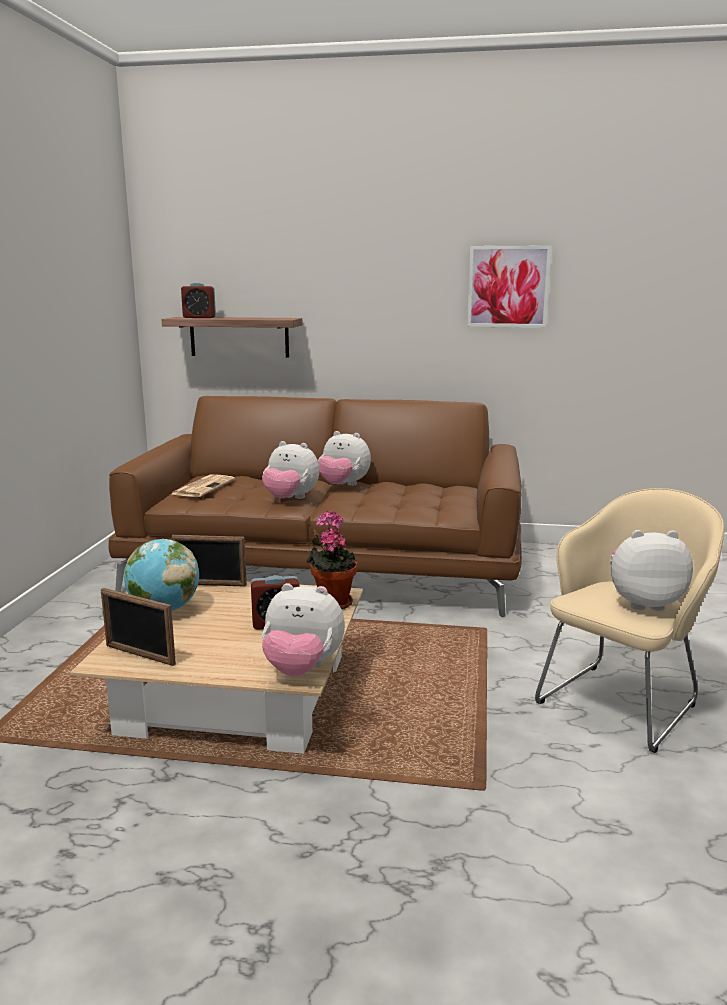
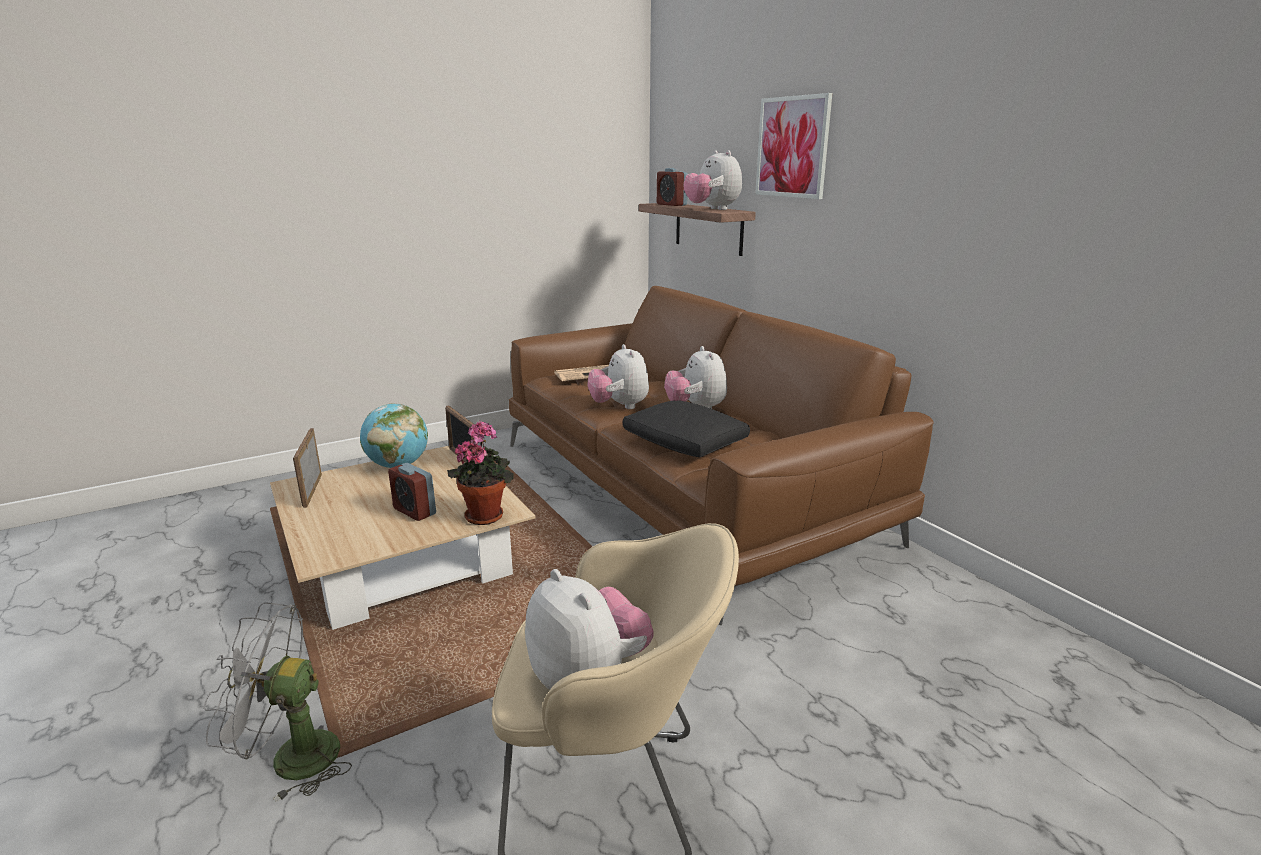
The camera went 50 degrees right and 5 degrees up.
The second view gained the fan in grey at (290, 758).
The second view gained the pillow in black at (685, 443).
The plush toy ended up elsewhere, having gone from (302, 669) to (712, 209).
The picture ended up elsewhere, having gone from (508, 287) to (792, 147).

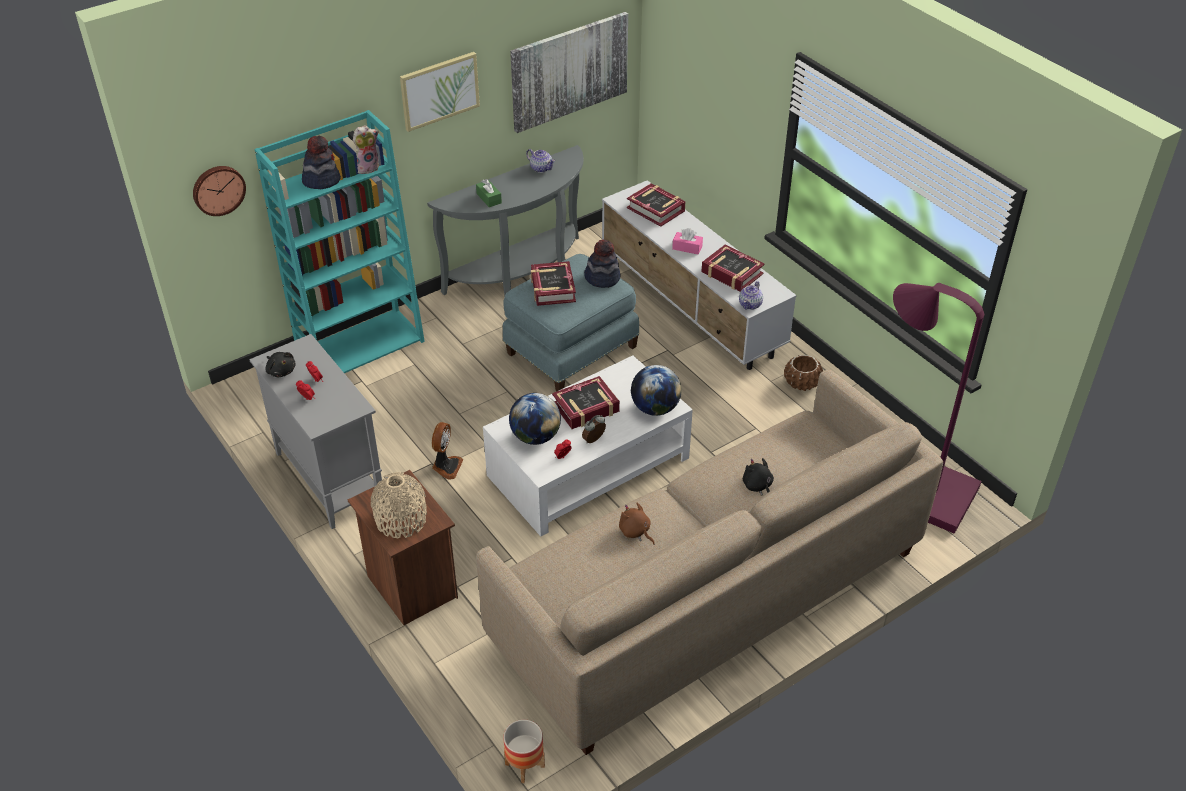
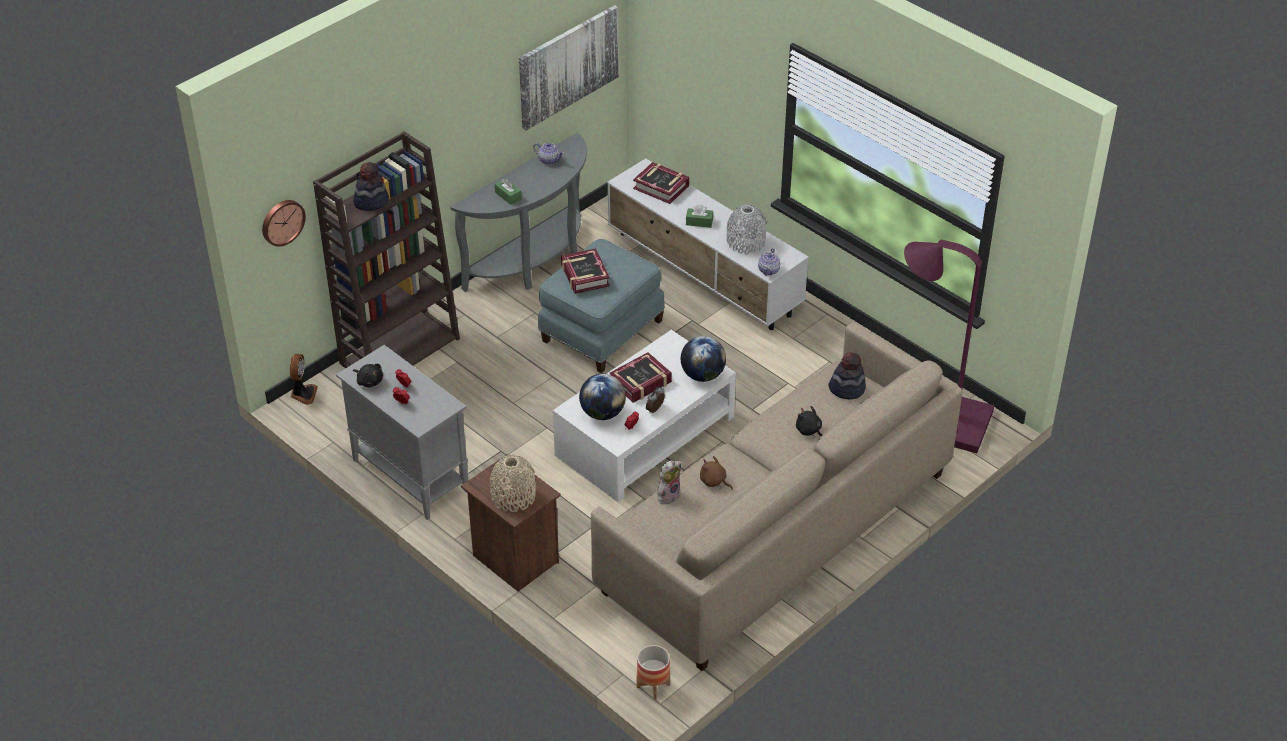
The camera went 10 degrees left and 0 degrees up.
The second view lost the picture at (439, 90).
The second view lost the planter in brown at (802, 383).
The plush toy ended up elsewhere, having gone from (367, 167) to (668, 495).
The fan ended up elsewhere, having gone from (446, 466) to (303, 394).
The hat ended up elsewhere, having gone from (602, 278) to (847, 388).
Where the book stood at (731, 273), the vase in grey came to stand at (746, 242).
What was the bookcase in turquoise at (361, 345) turned into the bookcase in brown at (400, 350).
What was the tissue box in pink at (687, 248) turned into the tissue box in green at (699, 222).

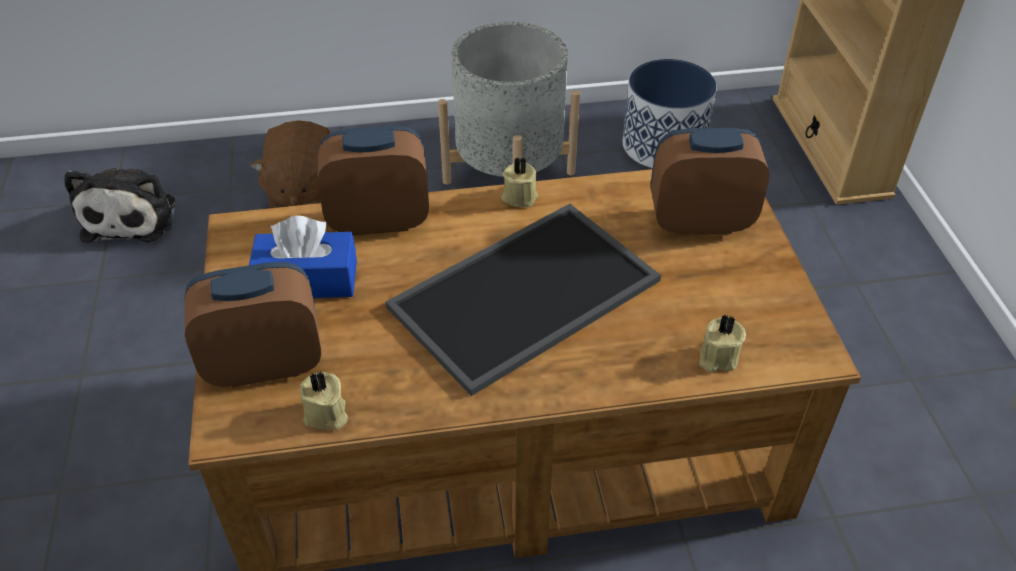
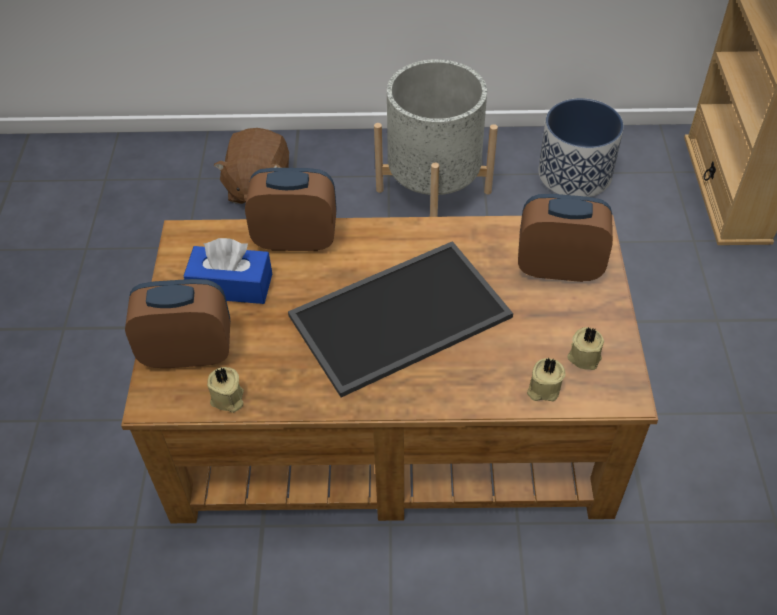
The camera went 10 degrees right and 5 degrees up.
The second view lost the plush toy at (132, 216).
The candle in beige ended up elsewhere, having gone from (519, 196) to (584, 356).

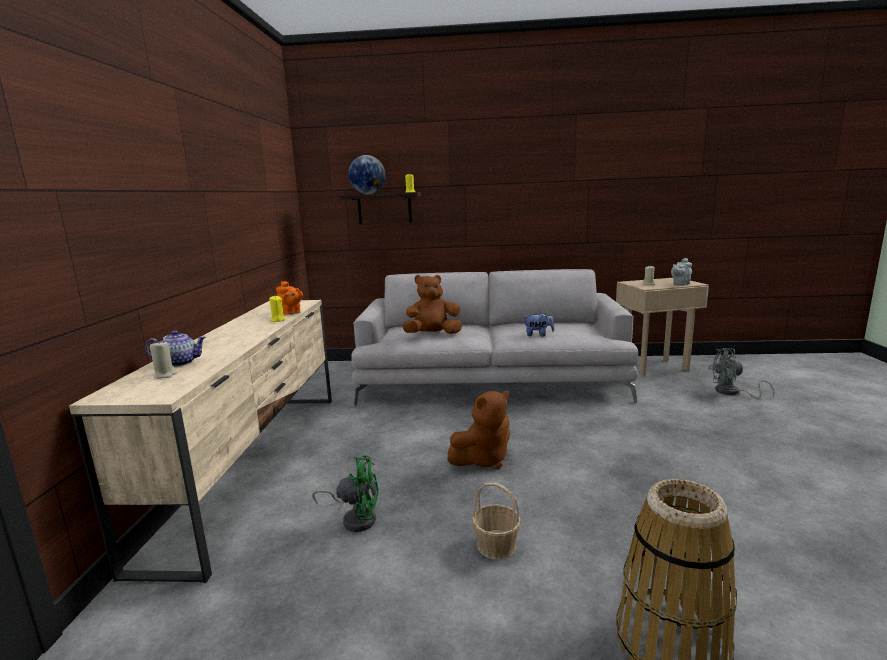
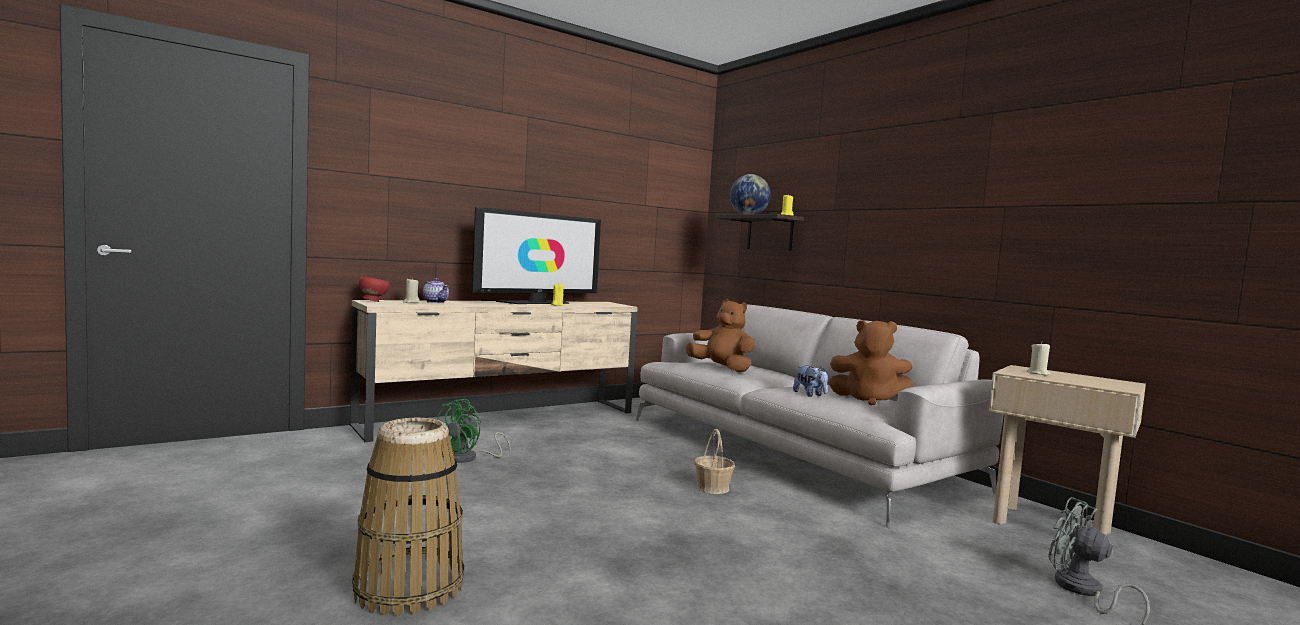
The camera went 50 degrees right and 10 degrees down.
The second view lost the teapot in orange at (291, 313).
The second view lost the teapot in grey at (680, 284).
The second view gained the bowl in red at (373, 301).
The second view gained the television at (537, 302).
The plush toy in brown ended up elsewhere, having gone from (483, 459) to (869, 400).
The basket ended up elsewhere, having gone from (496, 545) to (713, 487).
The fan in green at (355, 518) ended up facing another way, 60 degrees clockwise from before.

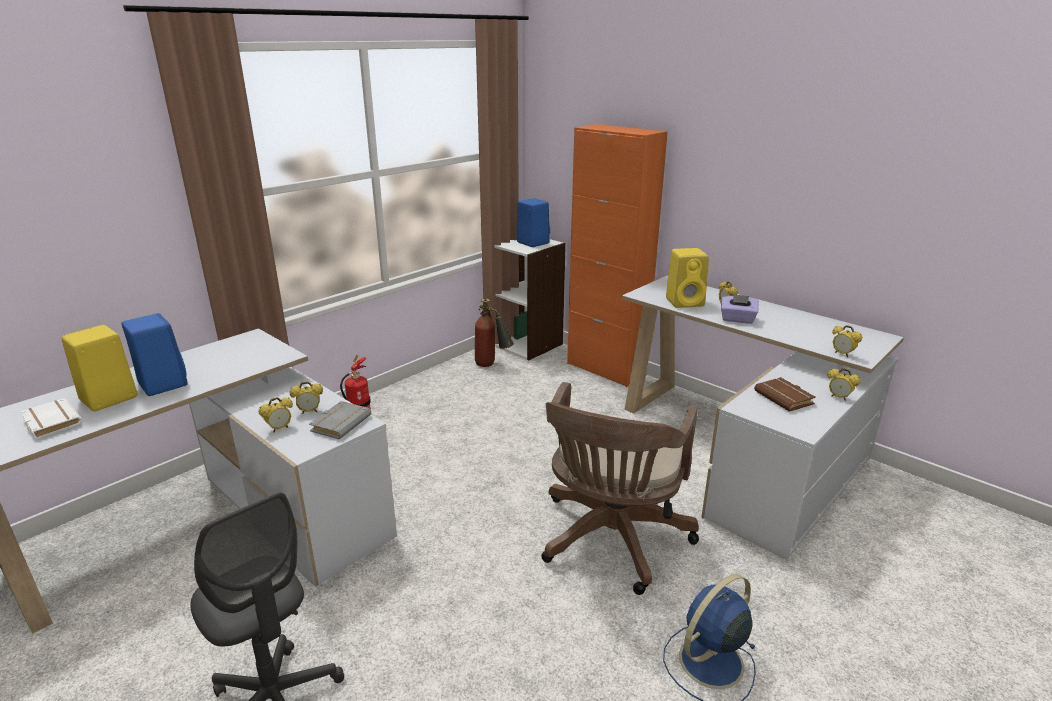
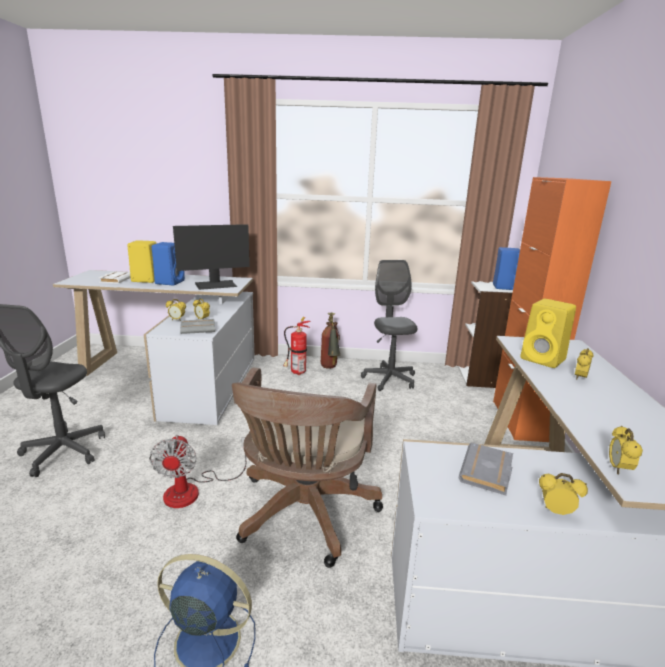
The camera went 50 degrees right and 5 degrees down.
The second view lost the tissue box in purple at (737, 319).
The second view gained the fan at (193, 490).
The second view gained the monitor at (216, 285).
The second view gained the office chair in grey at (389, 379).
The fire extinguisher ended up elsewhere, having gone from (492, 365) to (330, 368).
What was the book in brown at (785, 398) turned into the book in grey at (488, 473).
The office chair in brown at (611, 541) ended up facing another way, 60 degrees counterclockwise from before.
The alarm clock at (839, 397) ended up facing another way, 105 degrees clockwise from before.

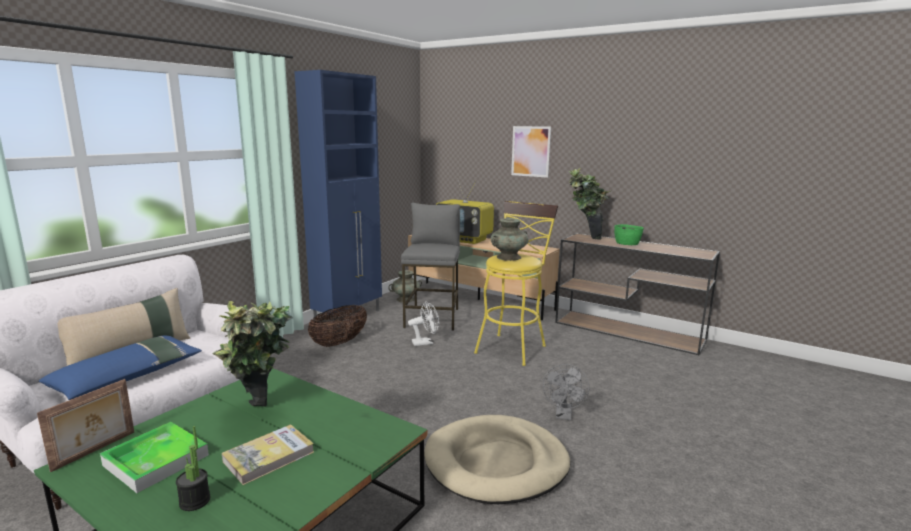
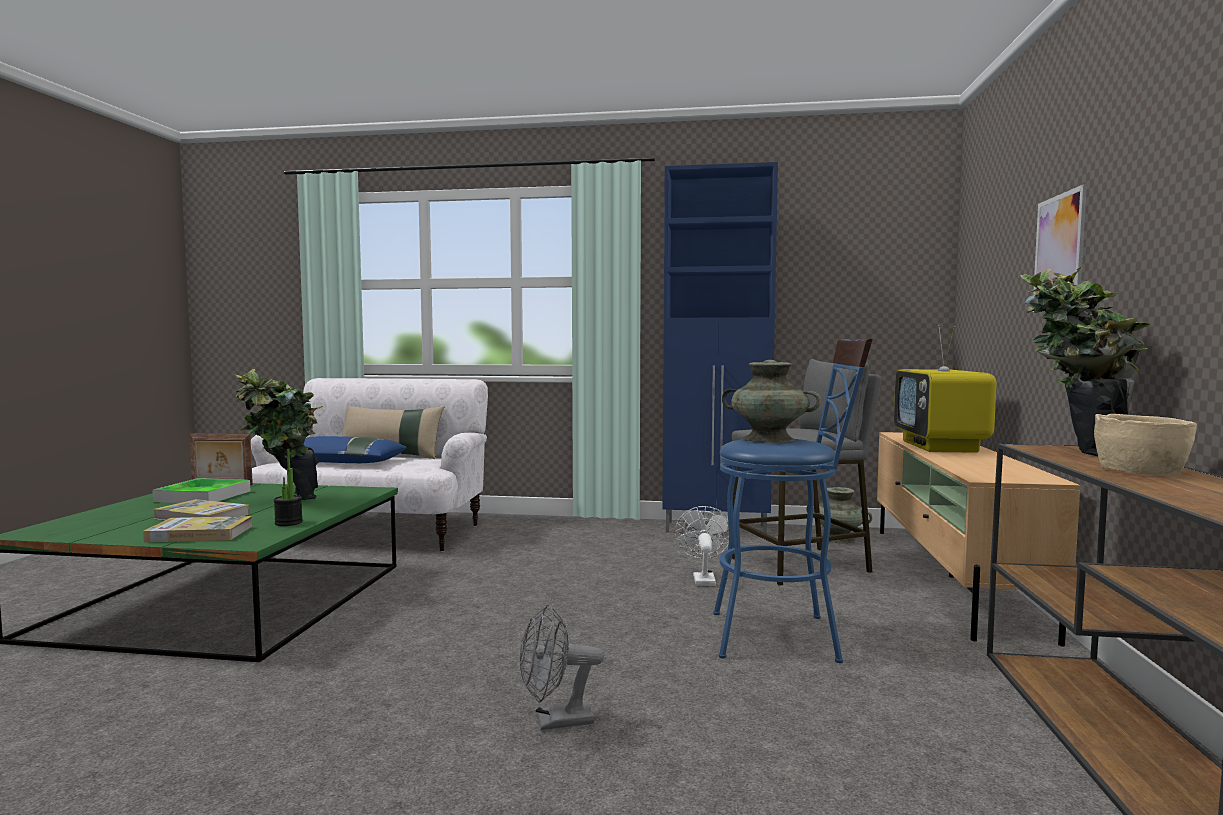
The camera went 65 degrees right and 10 degrees down.
The second view lost the basket at (339, 343).
The second view lost the dog bed in beige at (496, 463).
The second view gained the book at (200, 534).
The potted plant ended up elsewhere, having gone from (195, 501) to (288, 523).
What was the stool in yellow at (513, 347) turned into the stool in blue at (786, 636).
What was the bowl in green at (627, 243) turned into the bowl in beige at (1141, 471).
The fan in white at (425, 342) ended up facing another way, 135 degrees counterclockwise from before.

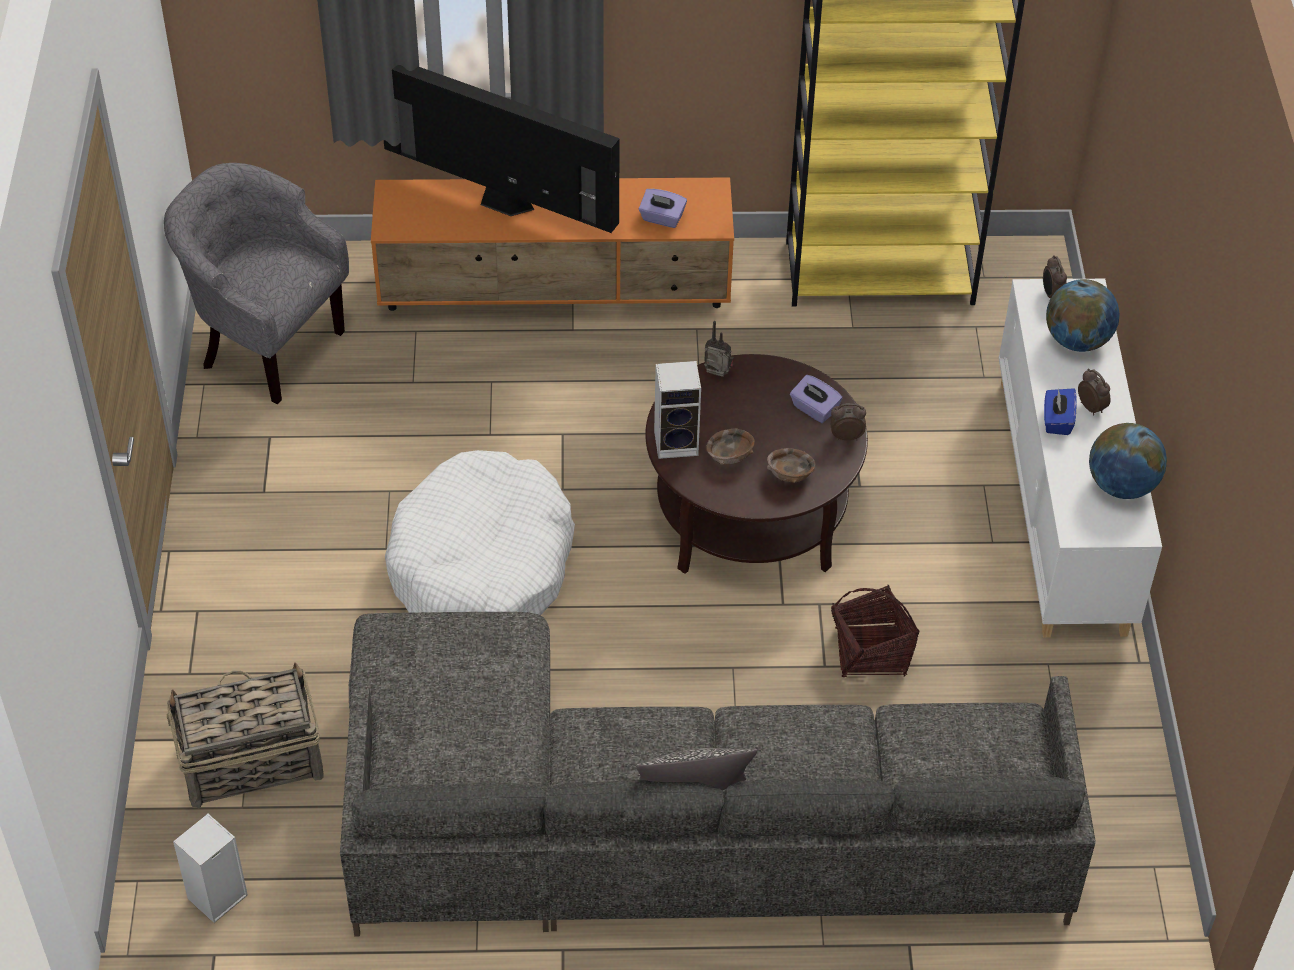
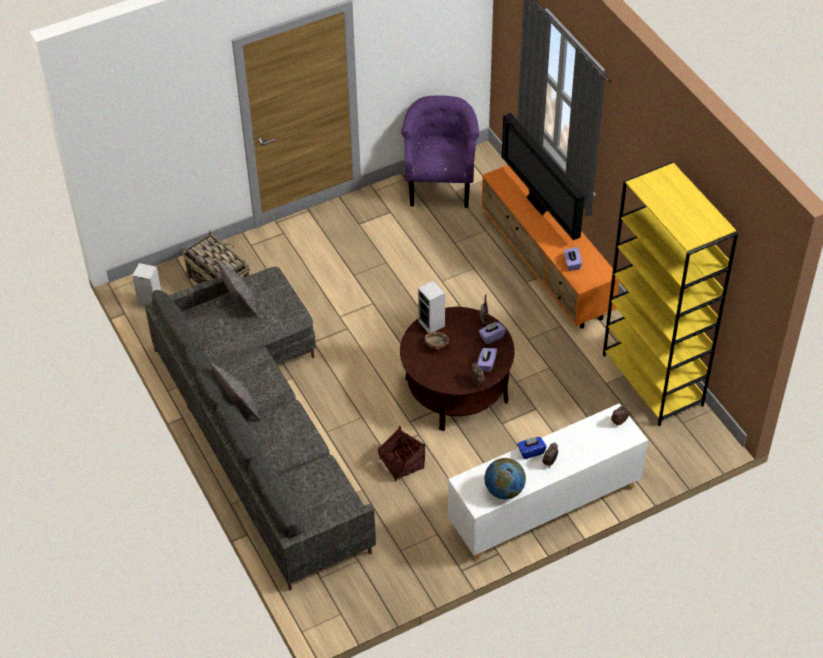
The camera went 65 degrees right and 0 degrees up.
The second view lost the dog bed in white at (482, 566).
The second view lost the bowl in brown at (790, 475).
The second view lost the globe at (1077, 340).
The second view gained the pillow at (240, 304).
The second view gained the tissue box in purple at (491, 337).
What was the armchair in grey at (266, 347) turned into the armchair in purple at (440, 187).
The television at (501, 203) ended up facing another way, 150 degrees clockwise from before.

